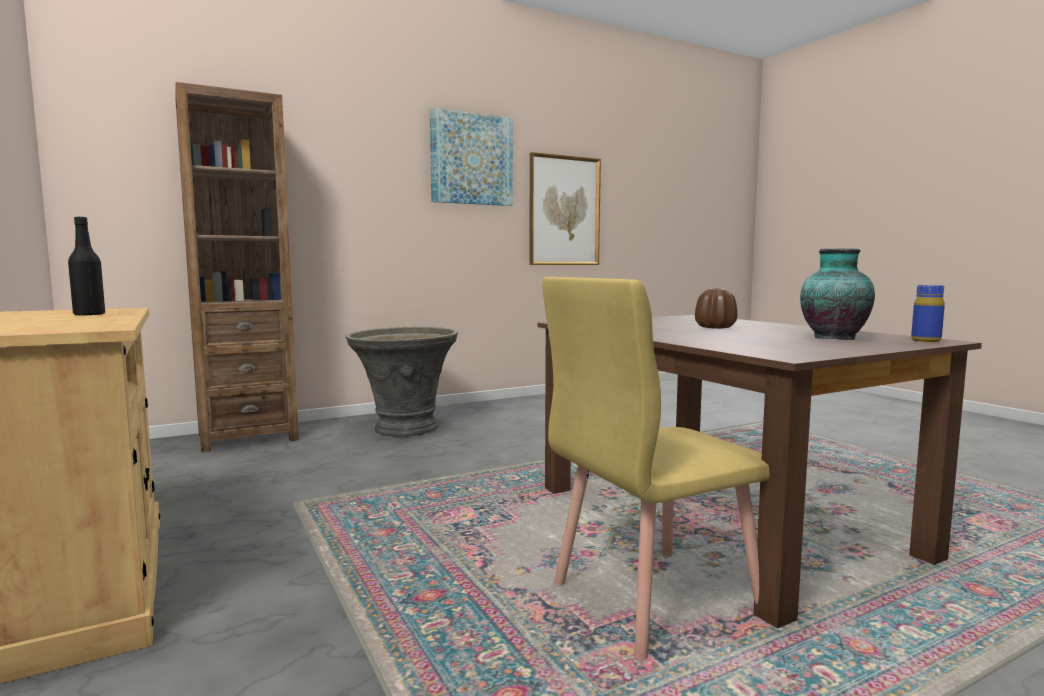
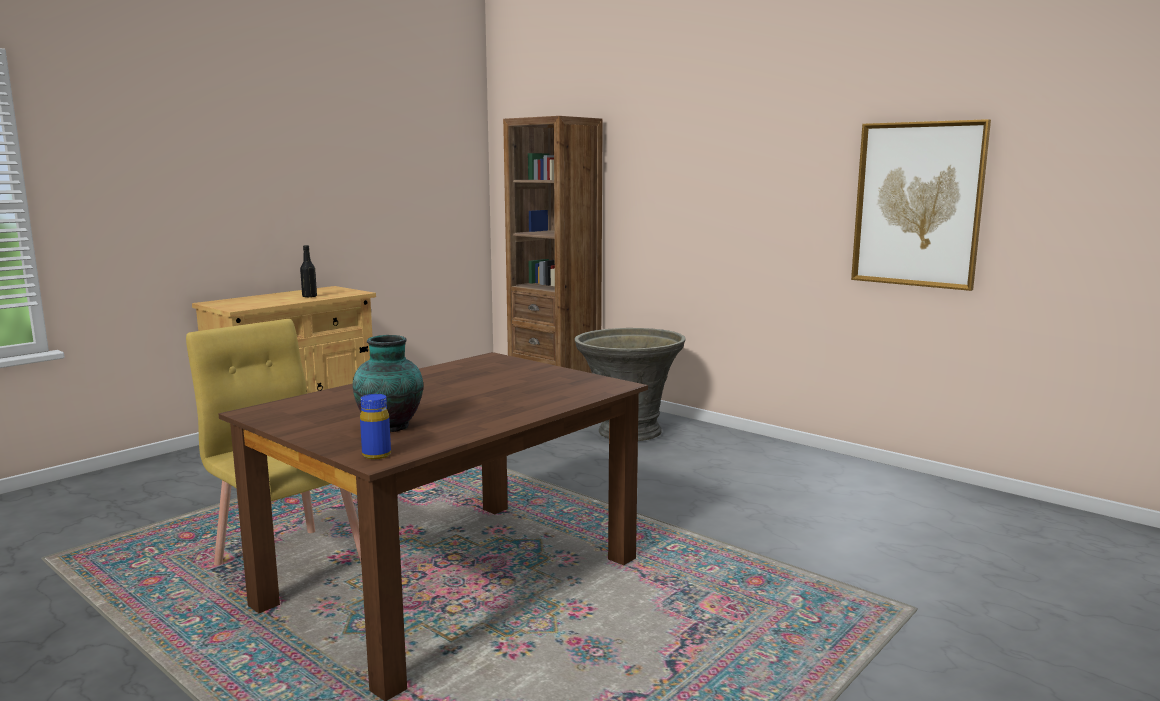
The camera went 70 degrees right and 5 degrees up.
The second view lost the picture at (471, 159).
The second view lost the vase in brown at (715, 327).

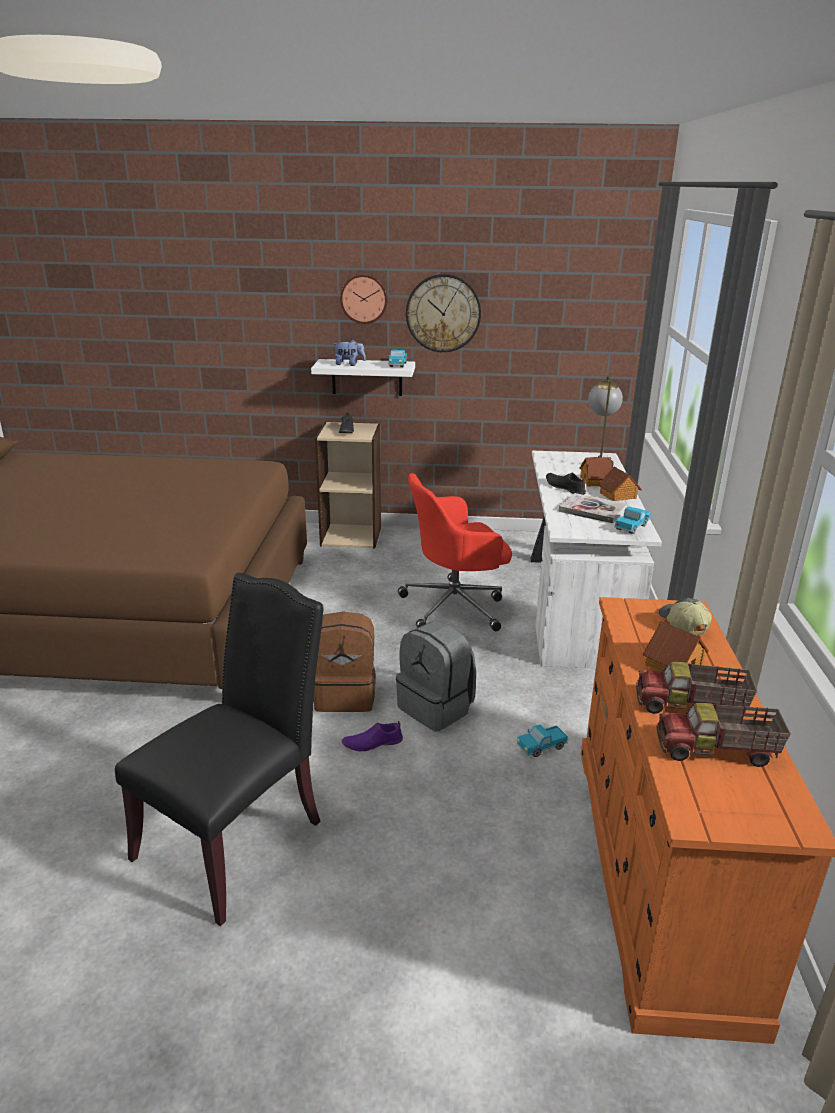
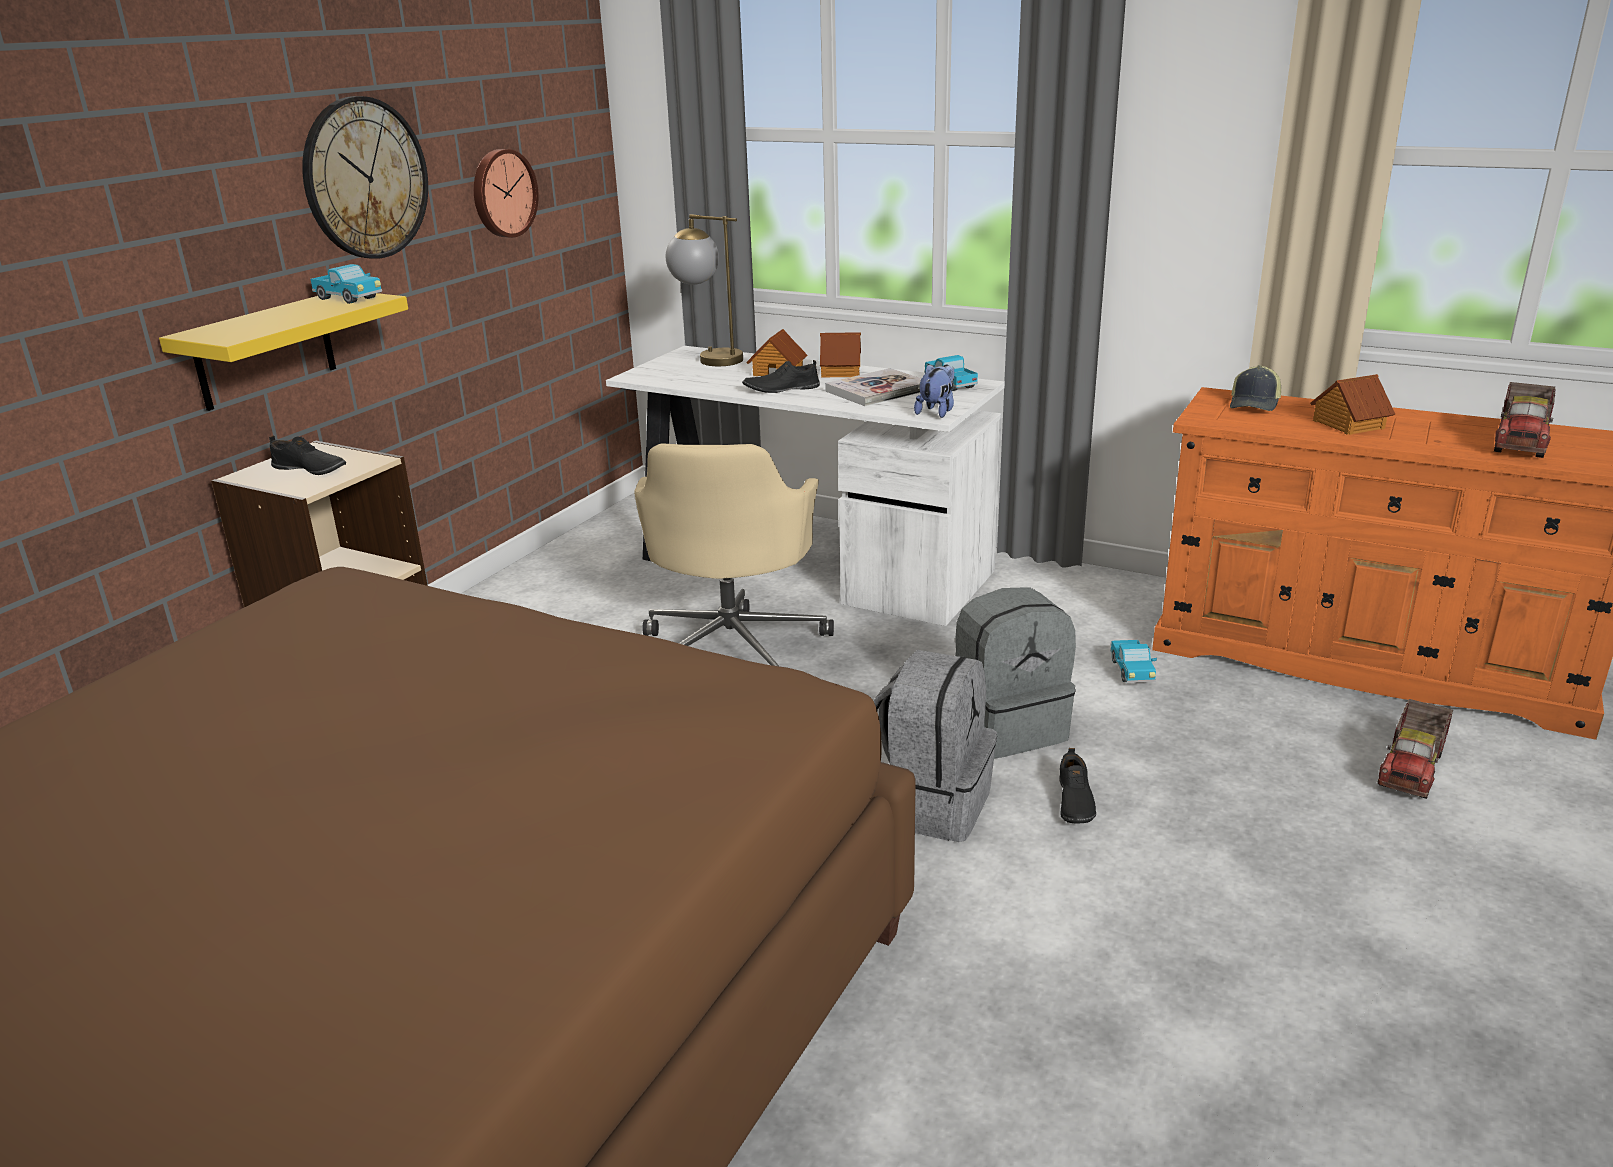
The camera went 65 degrees left and 0 degrees up.
The second view lost the chair in black at (237, 837).
The plush toy ended up elsewhere, having gone from (349, 364) to (937, 411).
The wall clock ended up elsewhere, having gone from (364, 298) to (502, 193).
The toy truck ended up elsewhere, having gone from (690, 707) to (1412, 769).
What was the shelf in white at (367, 377) turned into the shelf in yellow at (265, 350).
What was the backpack in brown at (345, 695) turned into the backpack in grey at (929, 803).
What was the shoe in purple at (372, 743) turned into the shoe in black at (1074, 802).
What was the office chair in red at (455, 606) turned into the office chair in beige at (733, 649).
The cap at (682, 624) ended up facing another way, 75 degrees counterclockwise from before.

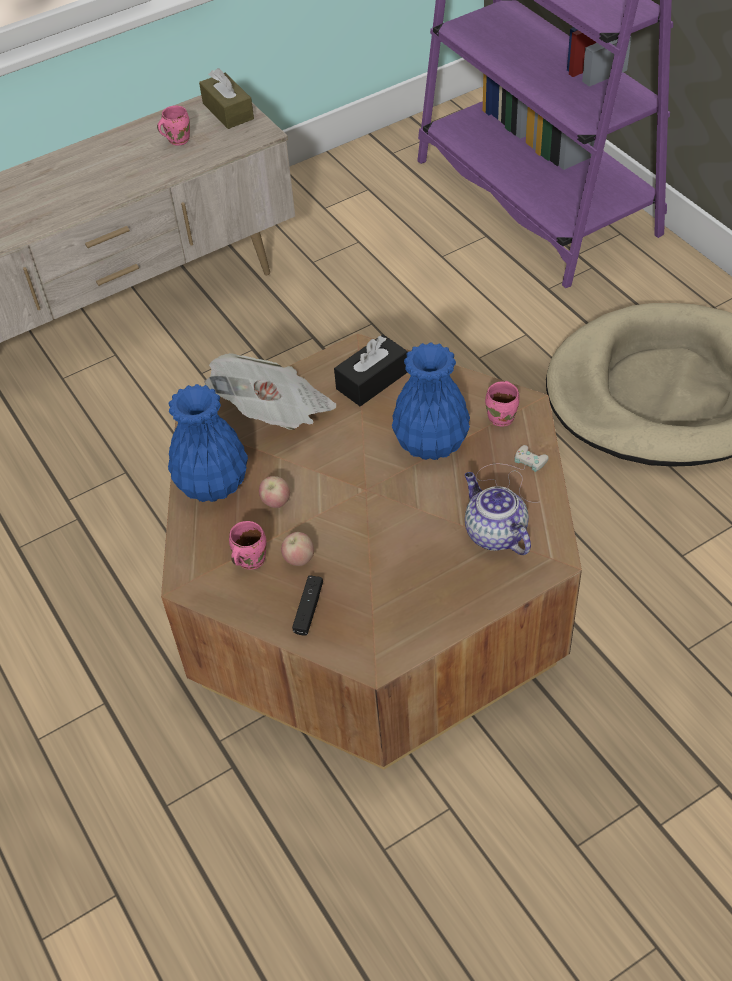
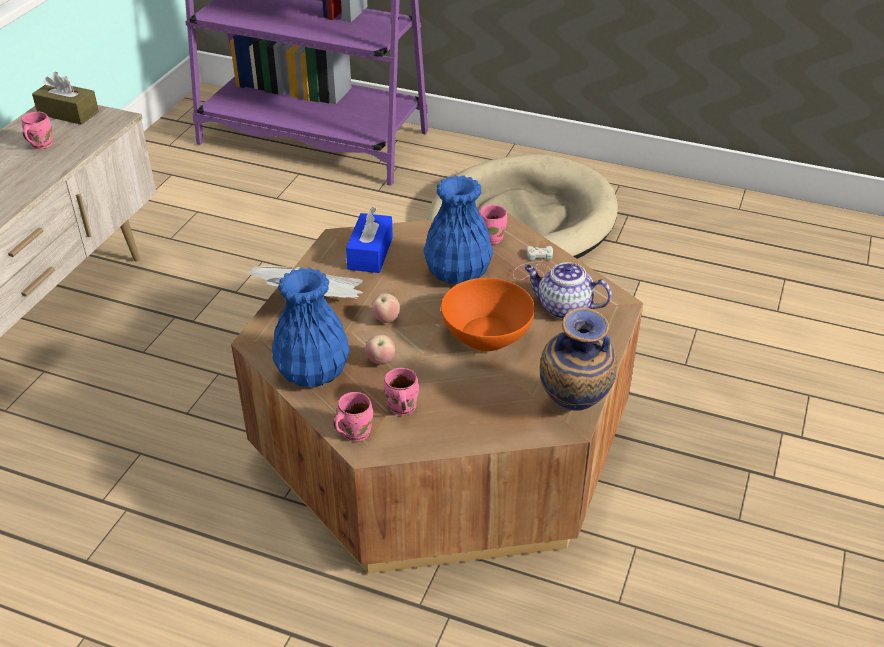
The camera went 40 degrees left and 10 degrees down.
The second view lost the game controller in black at (308, 609).
The second view gained the mug in pink at (353, 432).
The second view gained the bowl in orange at (486, 334).
The second view gained the vase at (572, 410).
The apple ended up elsewhere, having gone from (299, 559) to (386, 319).
What was the tissue box in black at (372, 380) turned into the tissue box in blue at (370, 253).

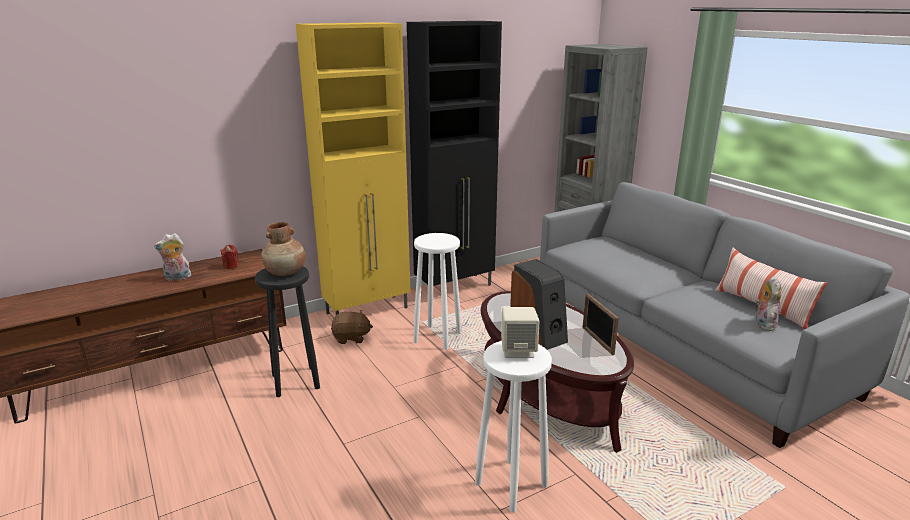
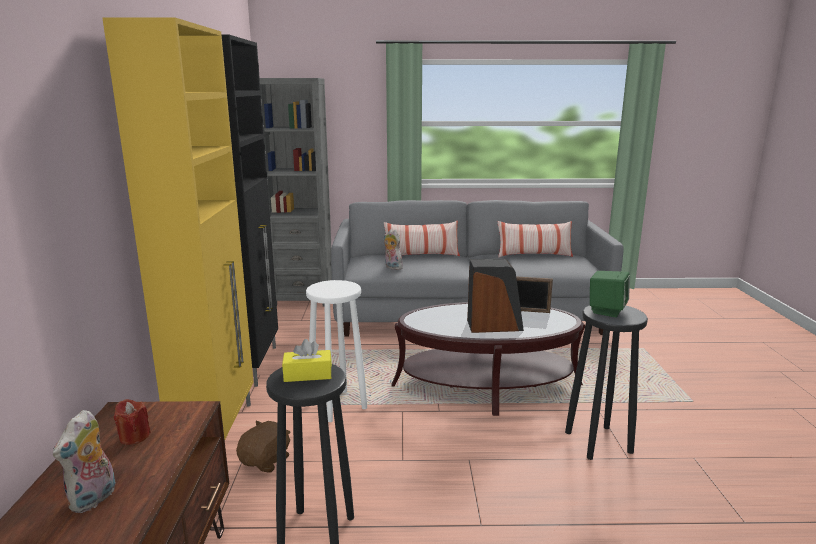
The camera went 60 degrees left and 5 degrees down.
The second view gained the pillow at (421, 256).
The plush toy ended up elsewhere, having gone from (763, 324) to (392, 267).
Where the vase in brown stood at (286, 272), the tissue box in yellow came to stand at (308, 374).
What was the stool in white at (512, 485) turned into the stool in black at (599, 442).
What was the speaker in beige at (518, 350) turned into the speaker in green at (606, 311).

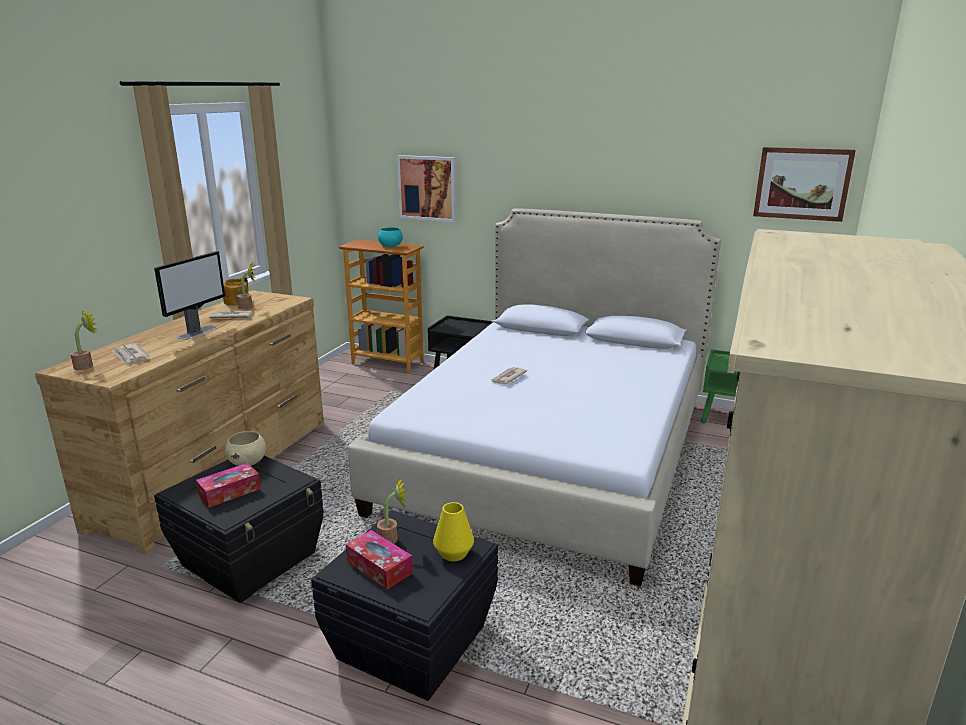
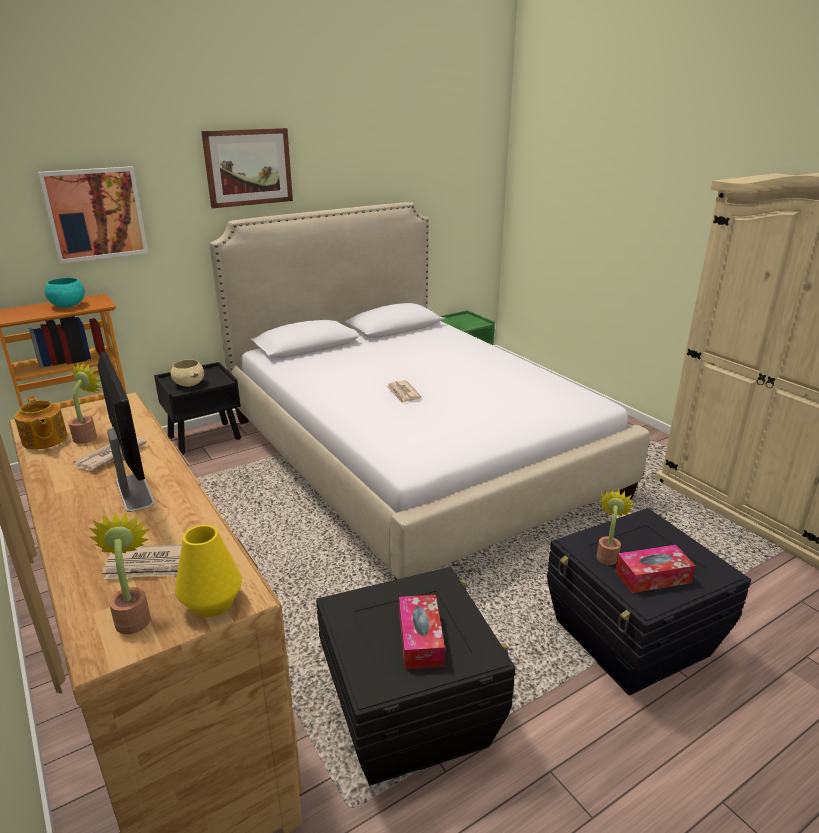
The camera went 55 degrees left and 5 degrees up.
The bowl in beige ended up elsewhere, having gone from (248, 462) to (189, 384).
The vase in yellow ended up elsewhere, having gone from (454, 553) to (212, 602).
The picture ended up elsewhere, having gone from (802, 183) to (248, 167).

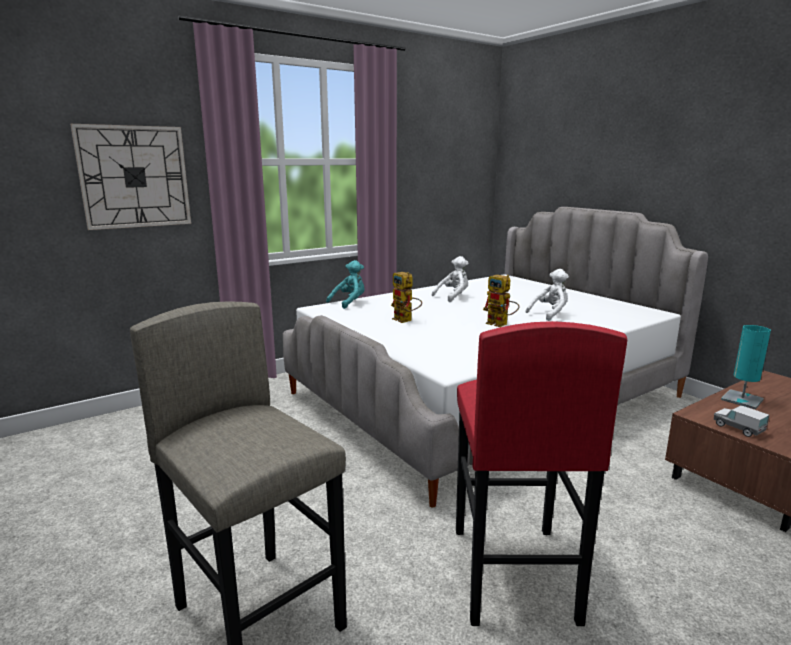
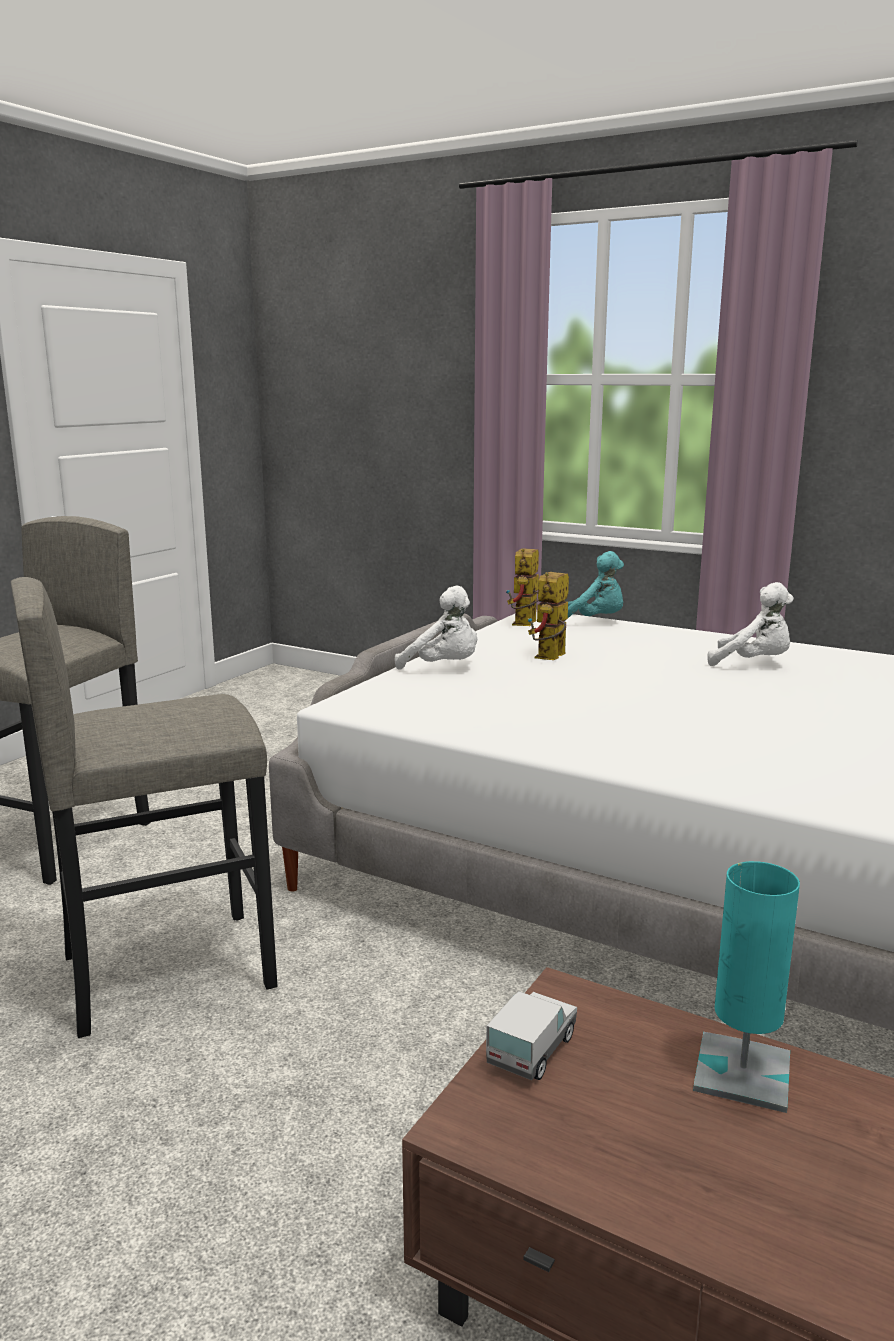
The camera went 65 degrees right and 0 degrees up.
The second view lost the wall clock at (134, 177).
The toy robot ended up elsewhere, having gone from (501, 324) to (525, 625).
The plush toy in white ended up elsewhere, having gone from (550, 314) to (444, 668).
What was the stool in red at (512, 574) turned into the stool in grey at (167, 970).

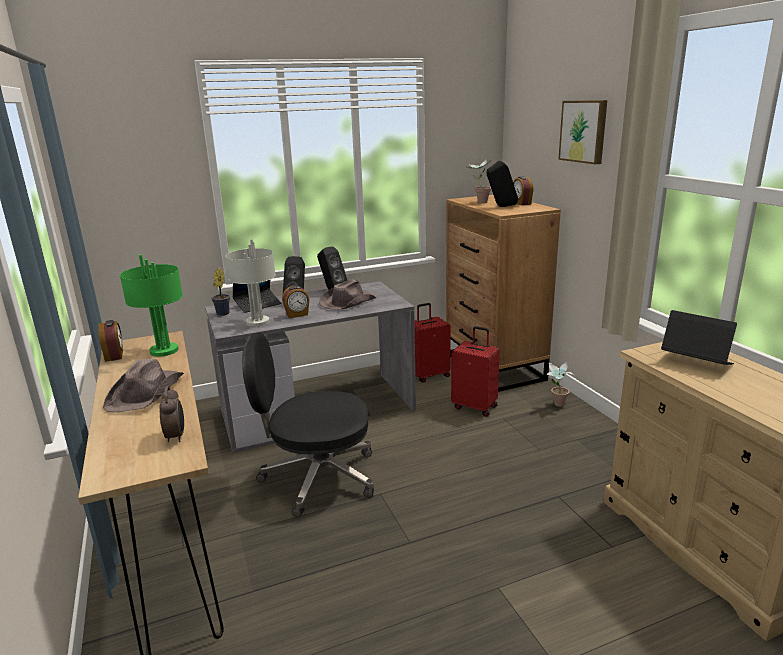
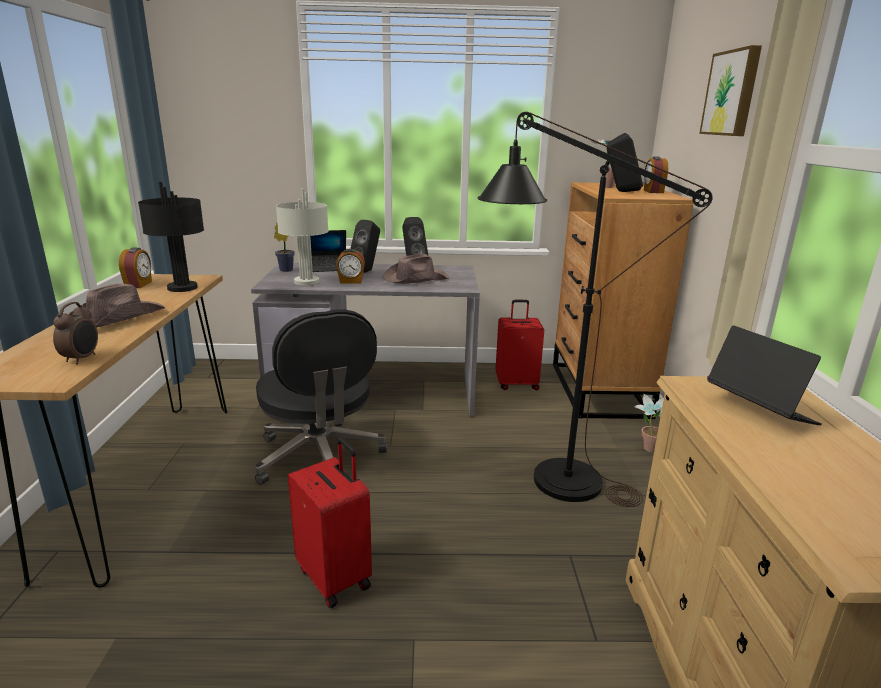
The camera went 20 degrees right and 0 degrees up.
The second view gained the floor lamp in black at (547, 476).
The suitcase in red ended up elsewhere, having gone from (475, 406) to (336, 577).
What was the table lamp in green at (164, 350) turned into the table lamp in black at (183, 287).
The office chair in black at (317, 477) ended up facing another way, 135 degrees counterclockwise from before.

